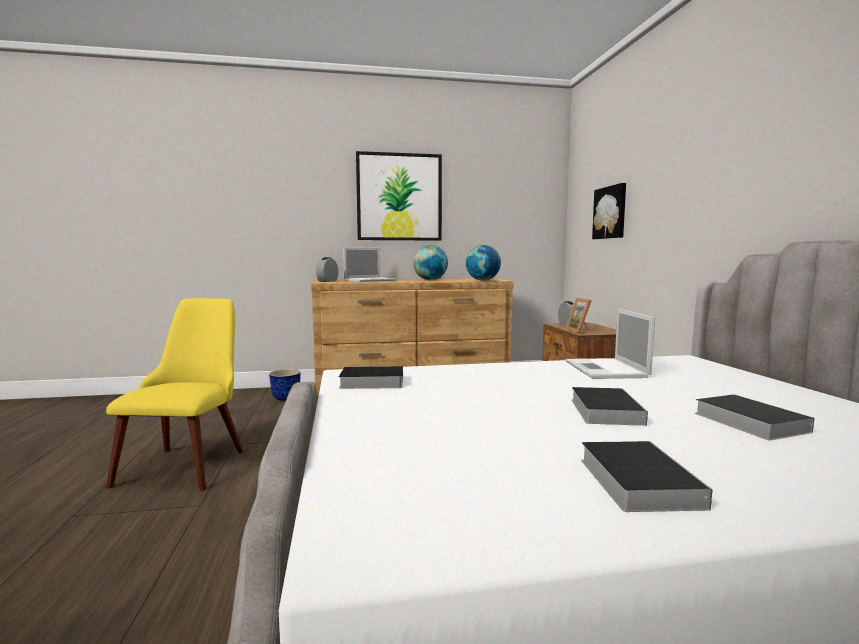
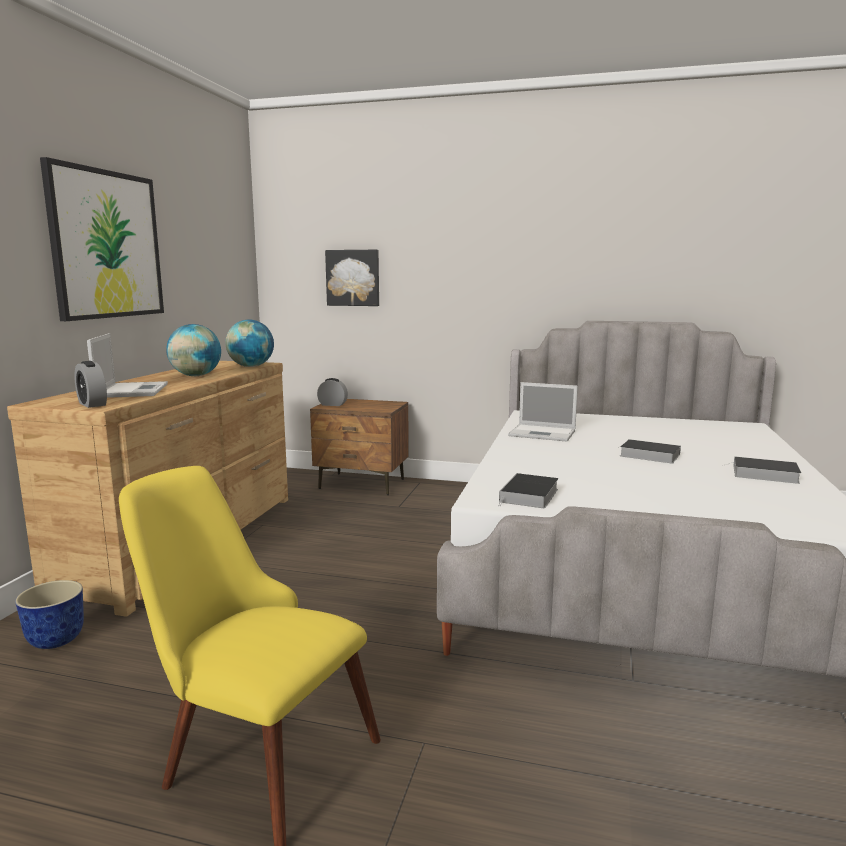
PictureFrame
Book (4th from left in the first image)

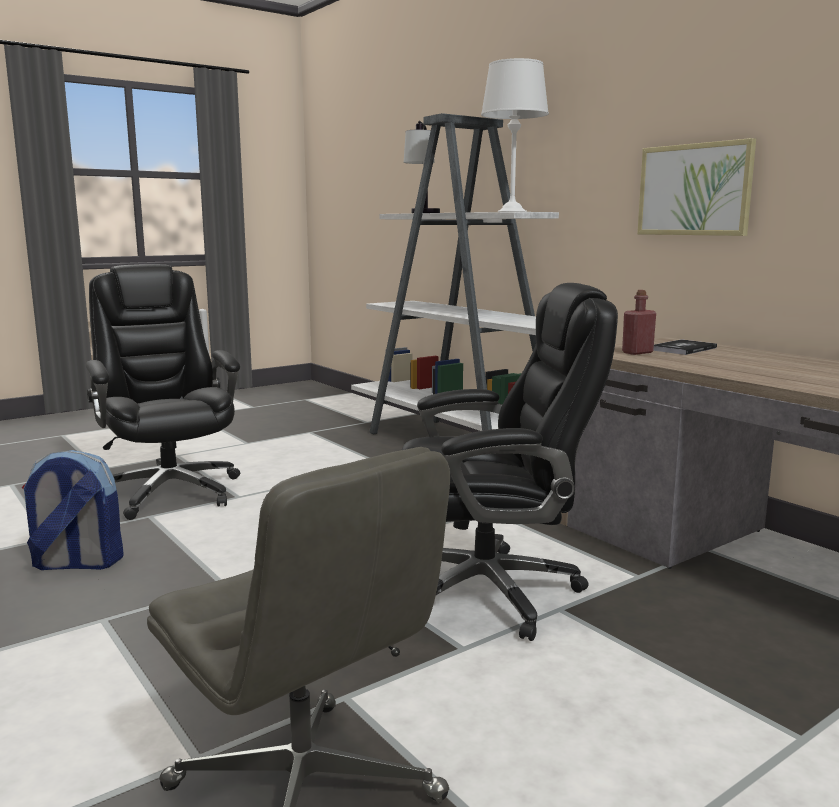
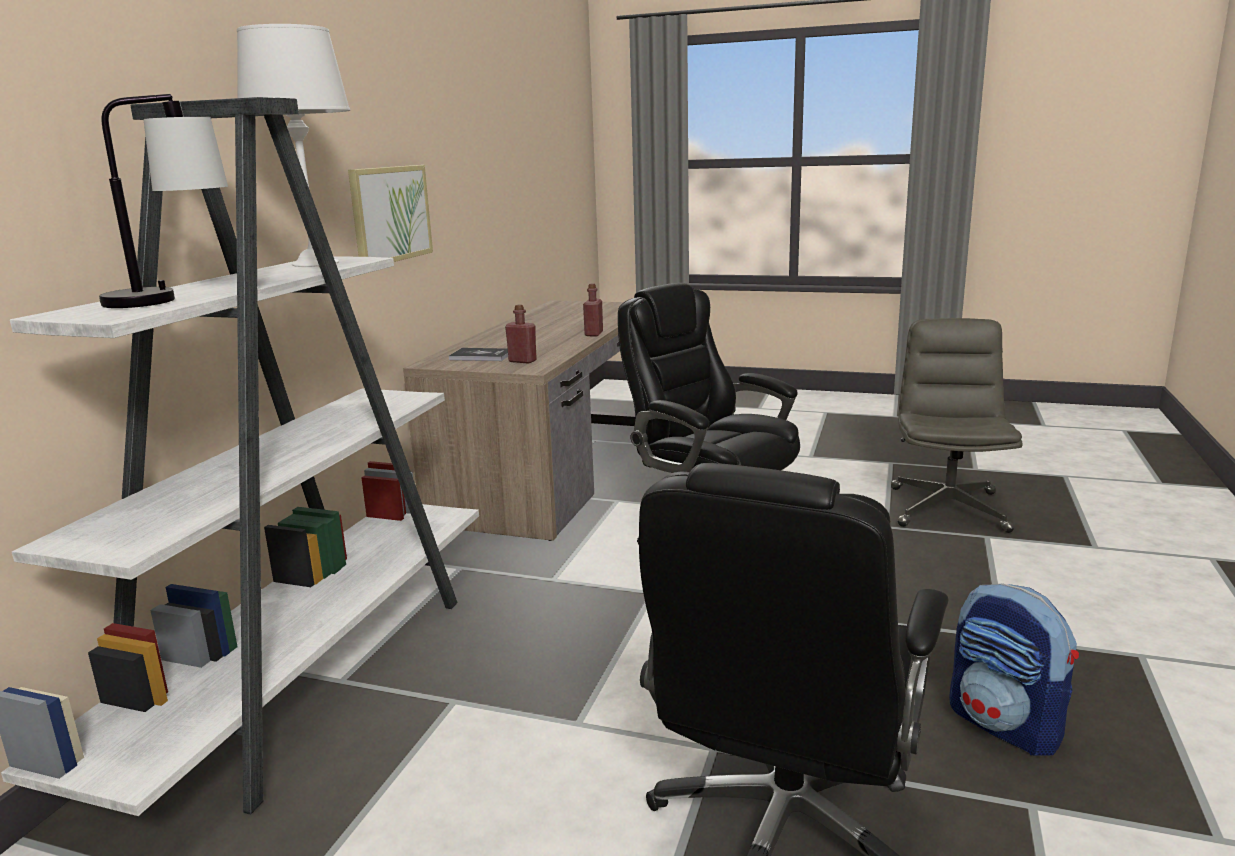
RedBottle (2nd from left)

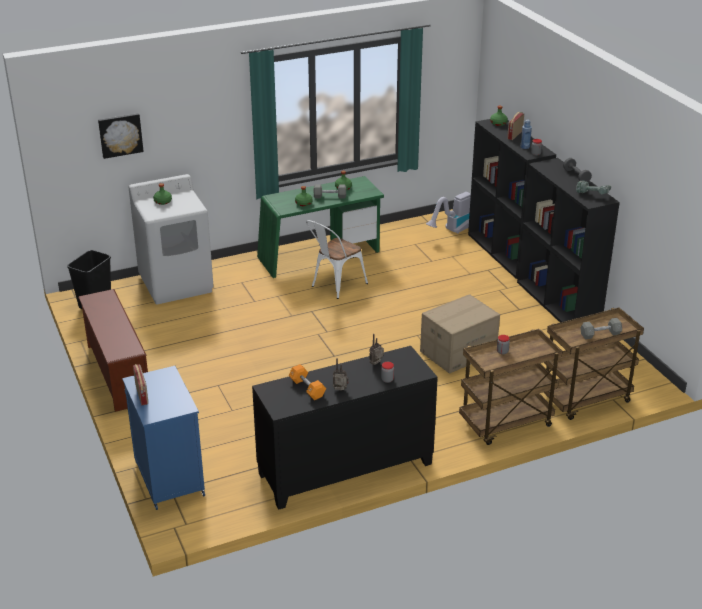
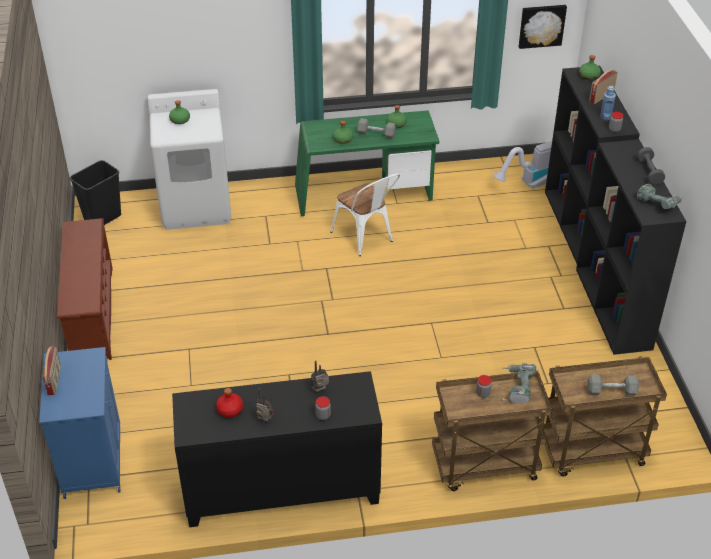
RedBottle
WhiteChair
PowerDrill (1st from left)
Picture
CardboardBox

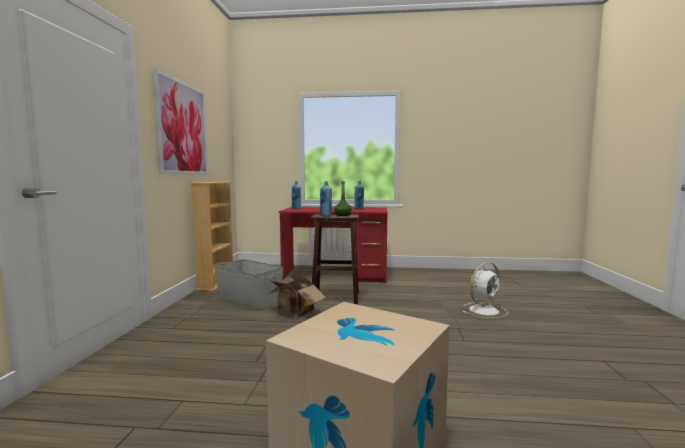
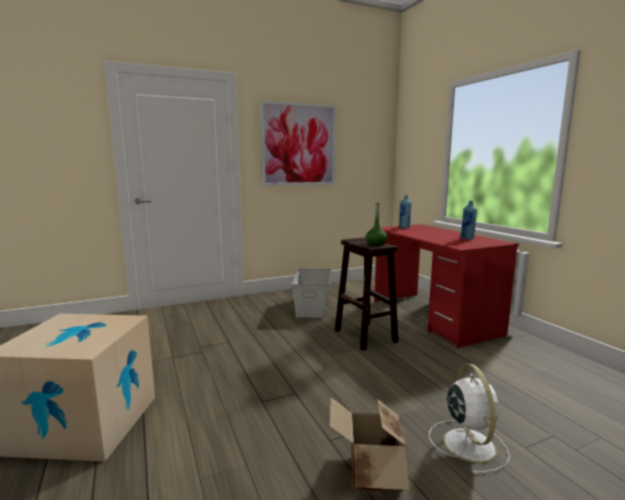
CardboardBox (2nd from left)
WhiteFan
BeigeBookcase
BlueBottle (2nd from left in the first image)

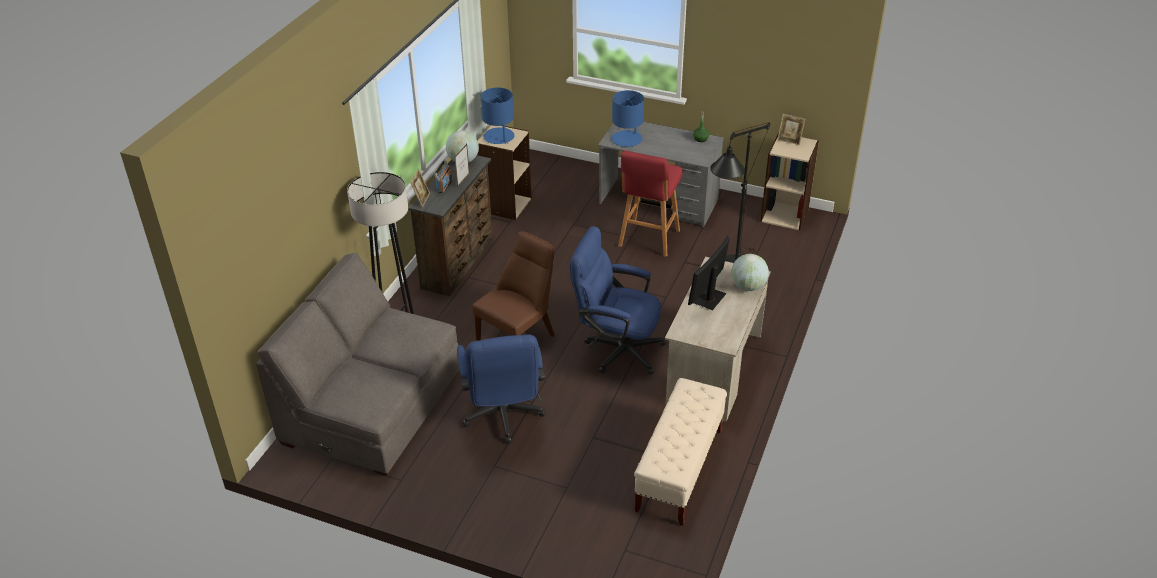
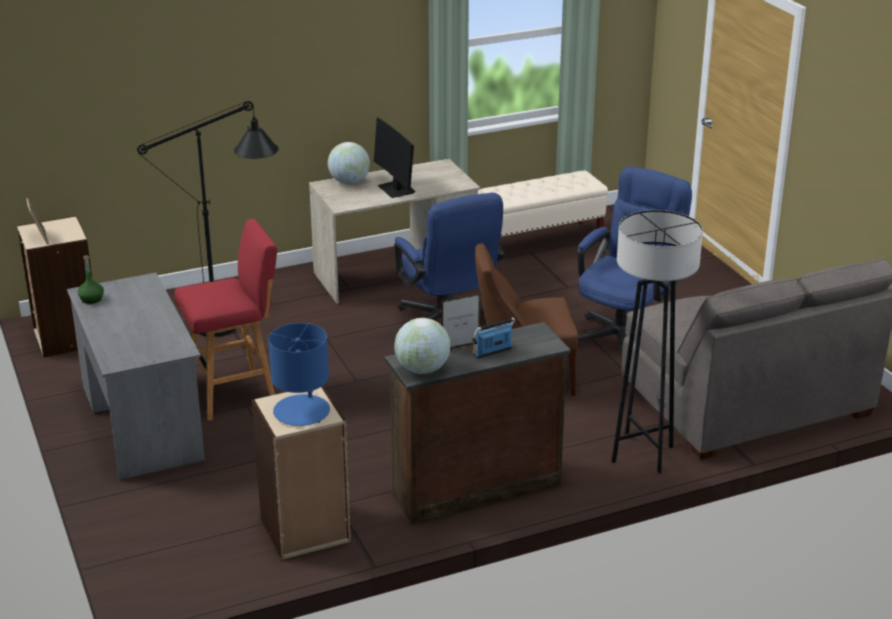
Monitor
PictureFrame (1st from left in the first image)
BlueTableLamp (2nd from left in the first image)

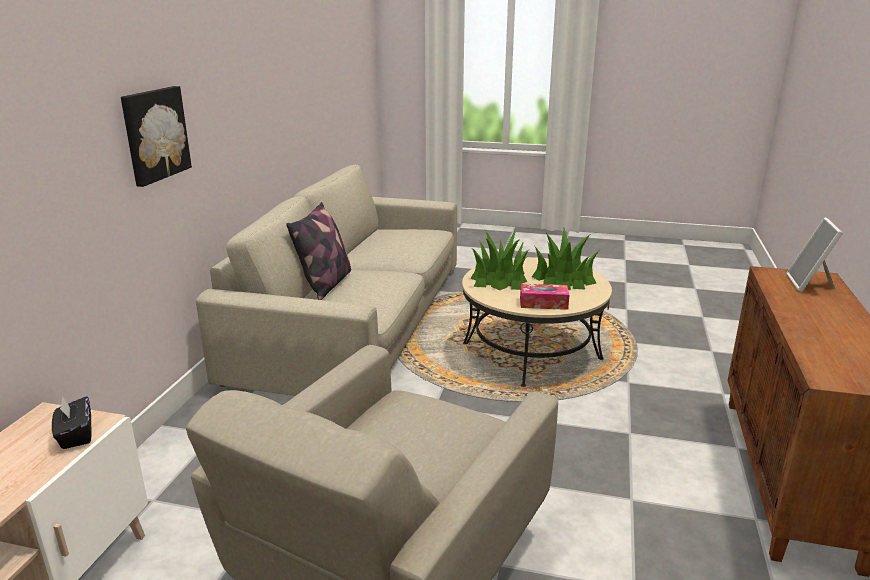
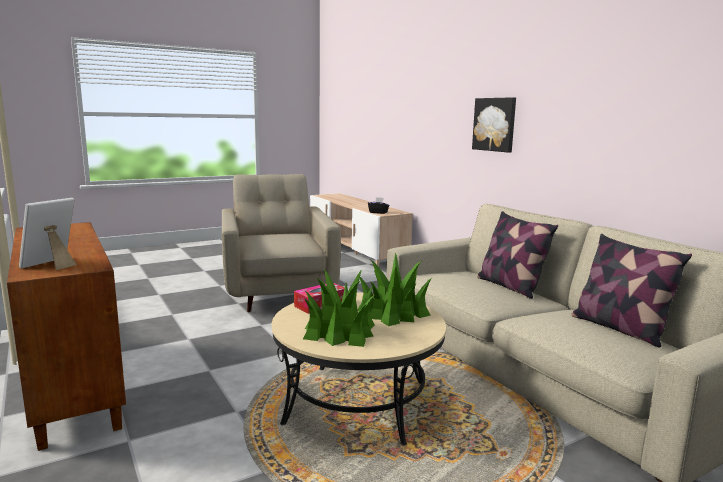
PictureFrame
Pillow (2nd from left)

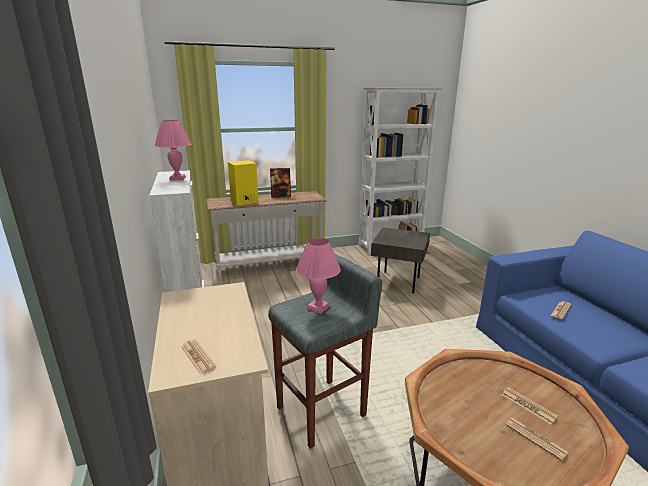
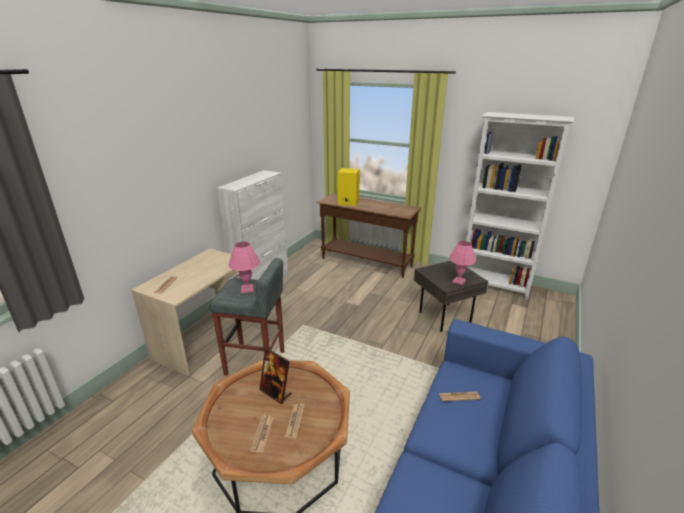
PictureFrame
BrownConsoleTable
PinkTableLamp (2nd from left)

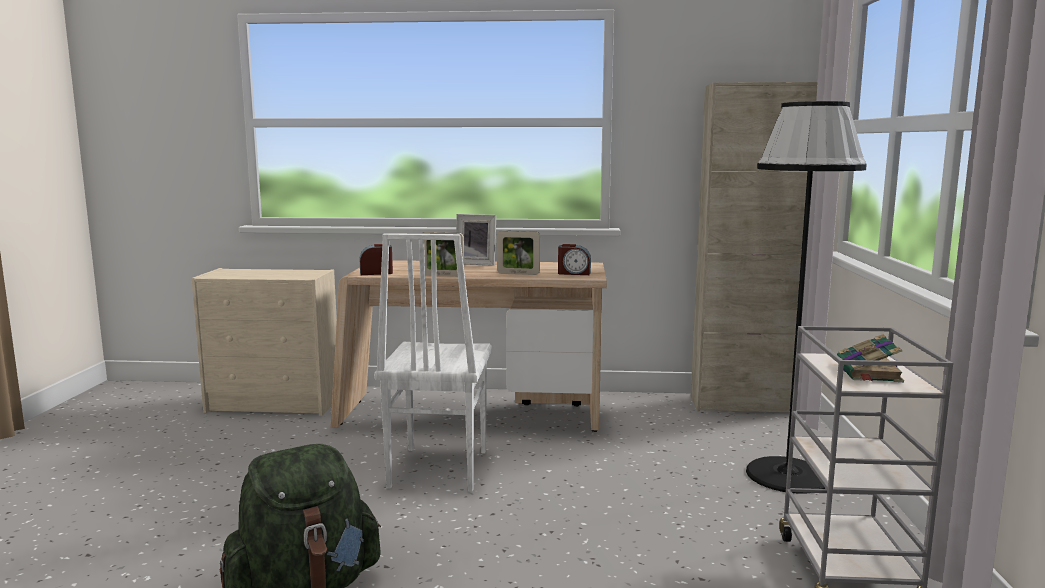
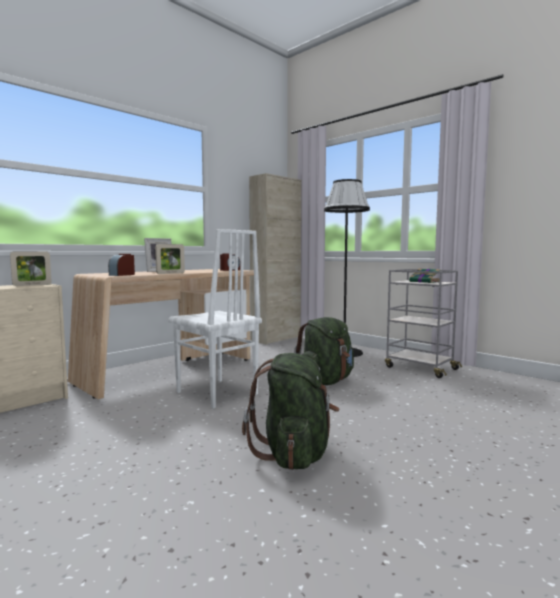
PictureFrame (1st from left)
GreenBackpack (2nd from left)

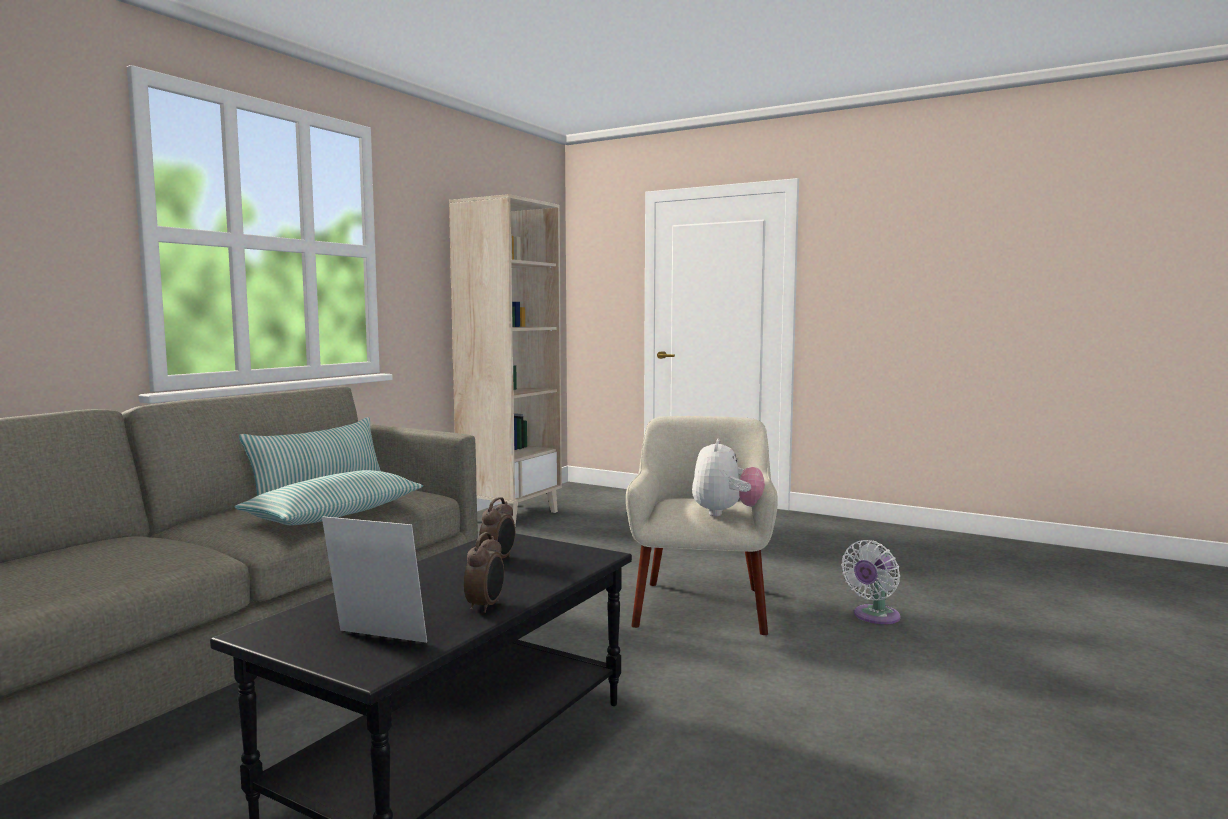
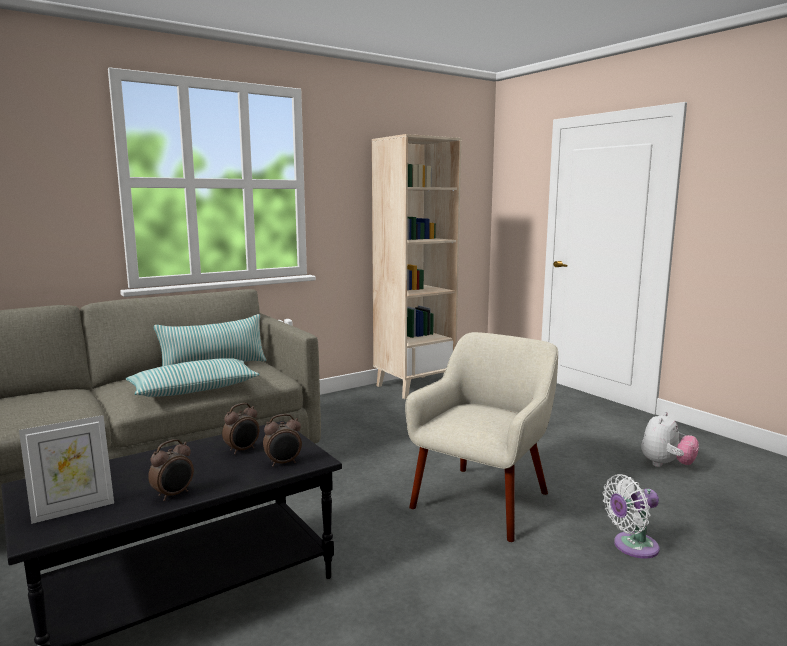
PictureFrame
AlarmClock (3rd from left)
PlushToy

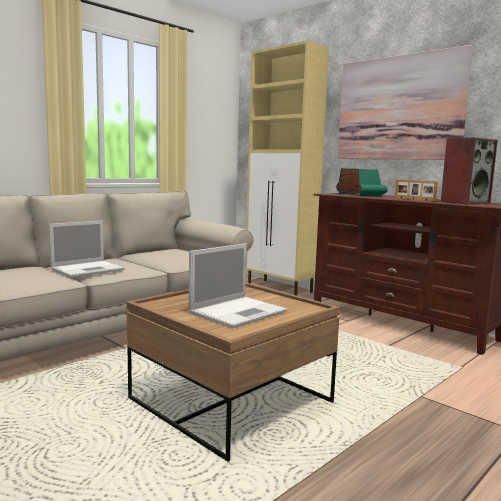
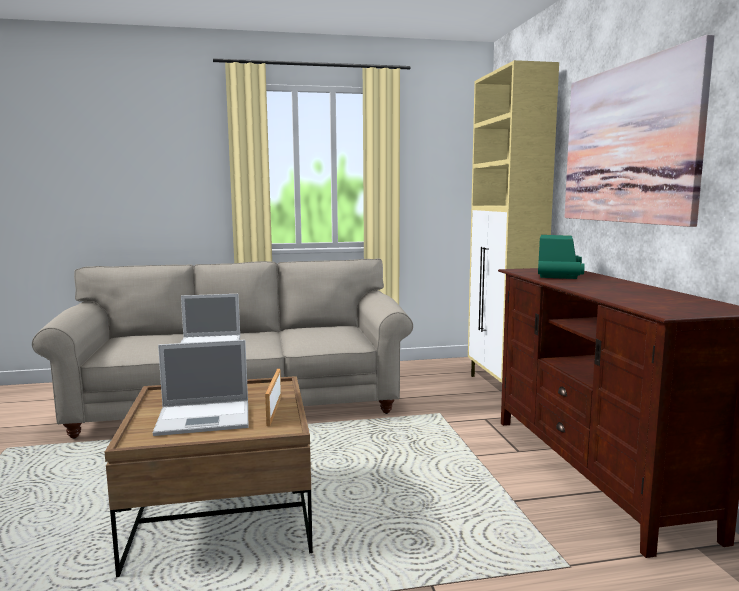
PictureFrame
Speaker

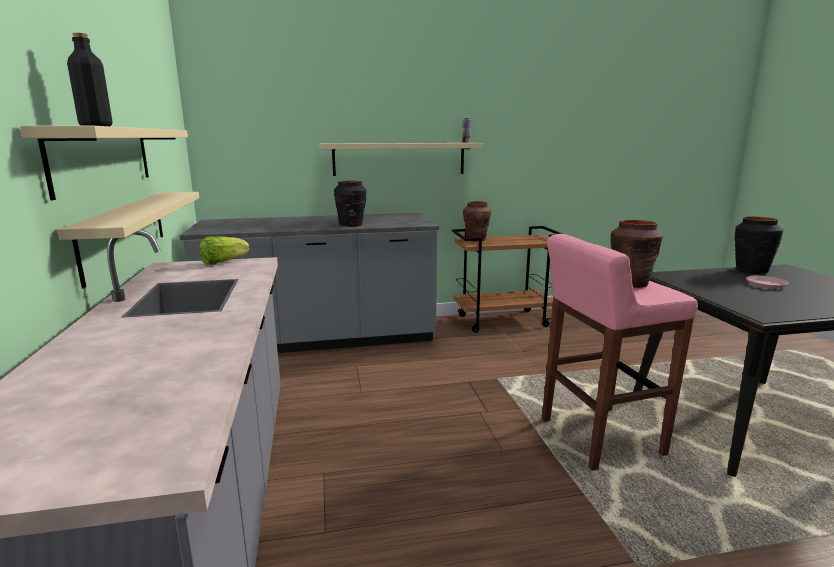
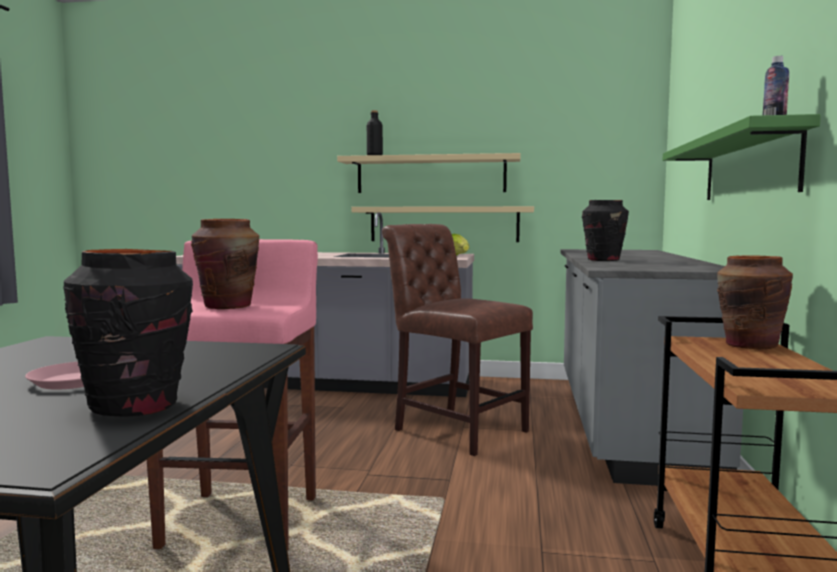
BrownChair
GreenShelf

